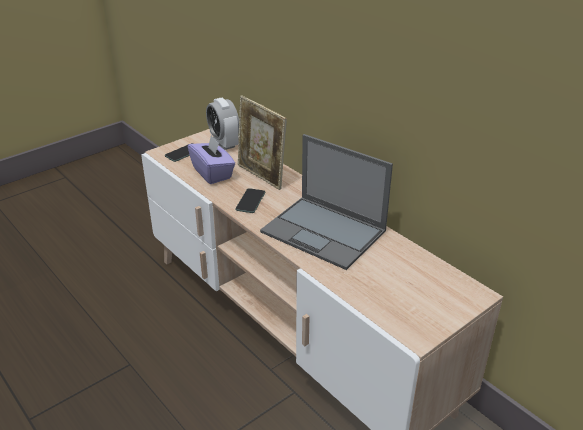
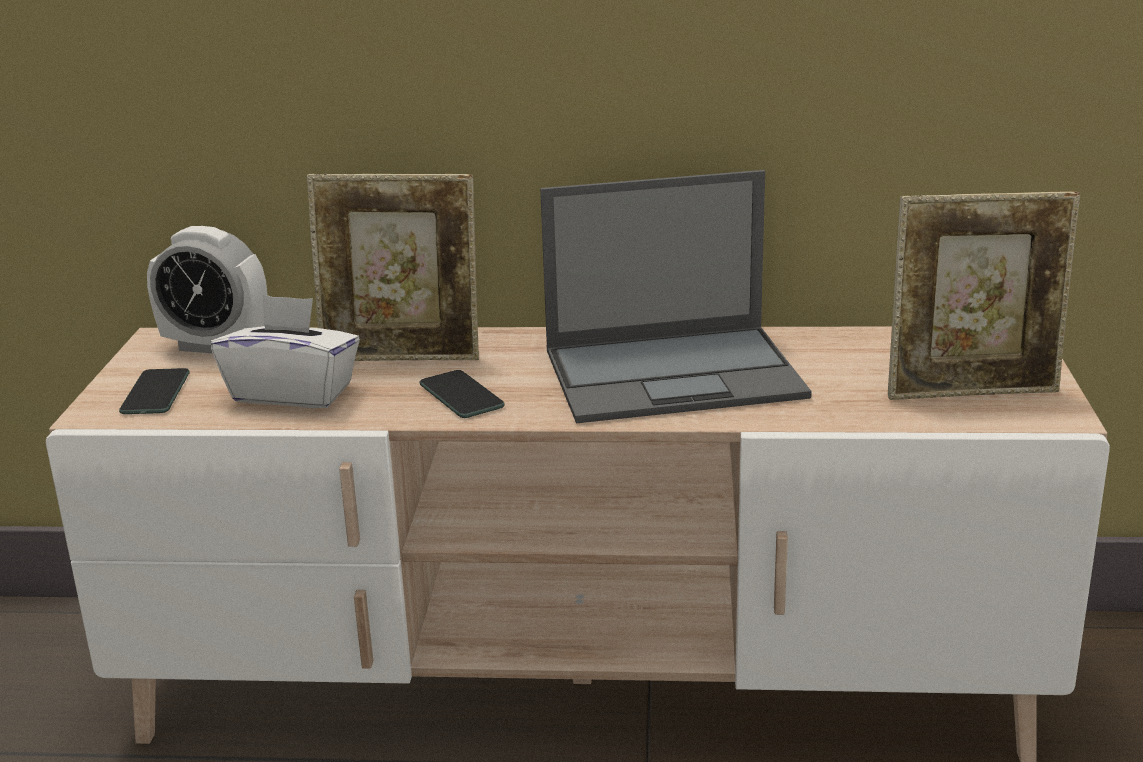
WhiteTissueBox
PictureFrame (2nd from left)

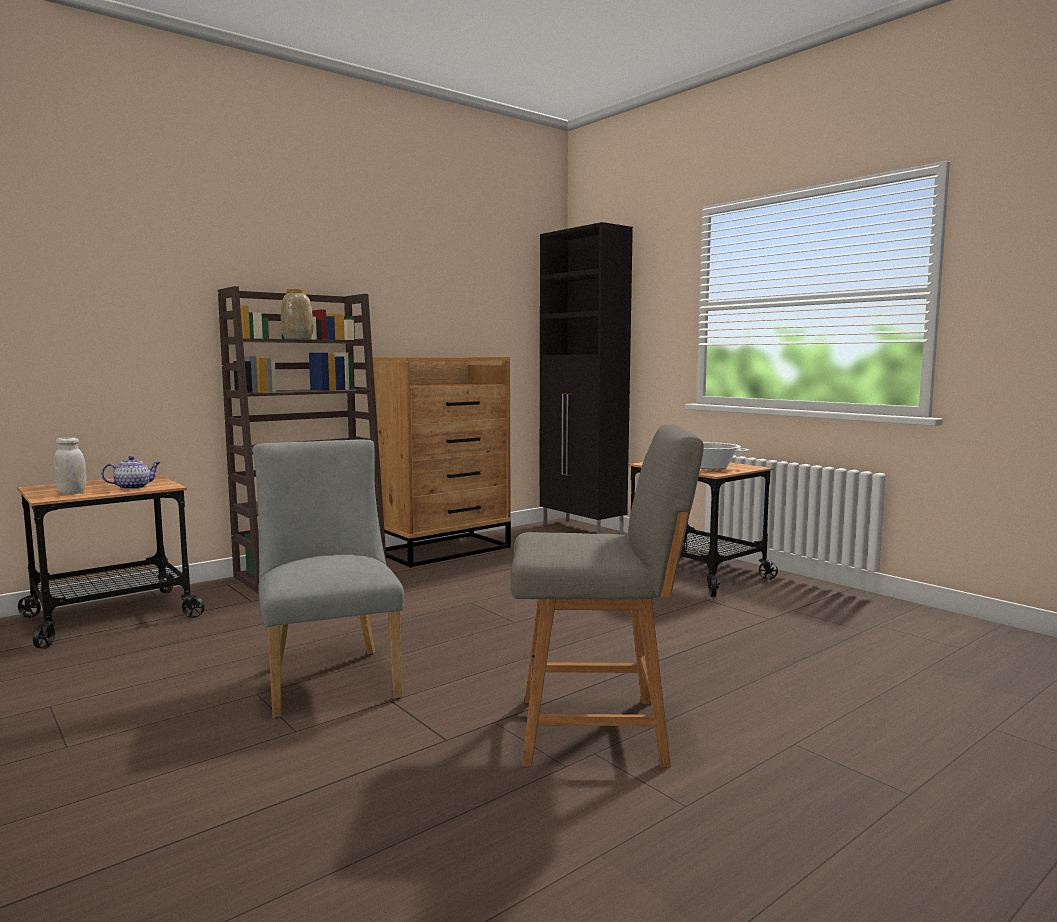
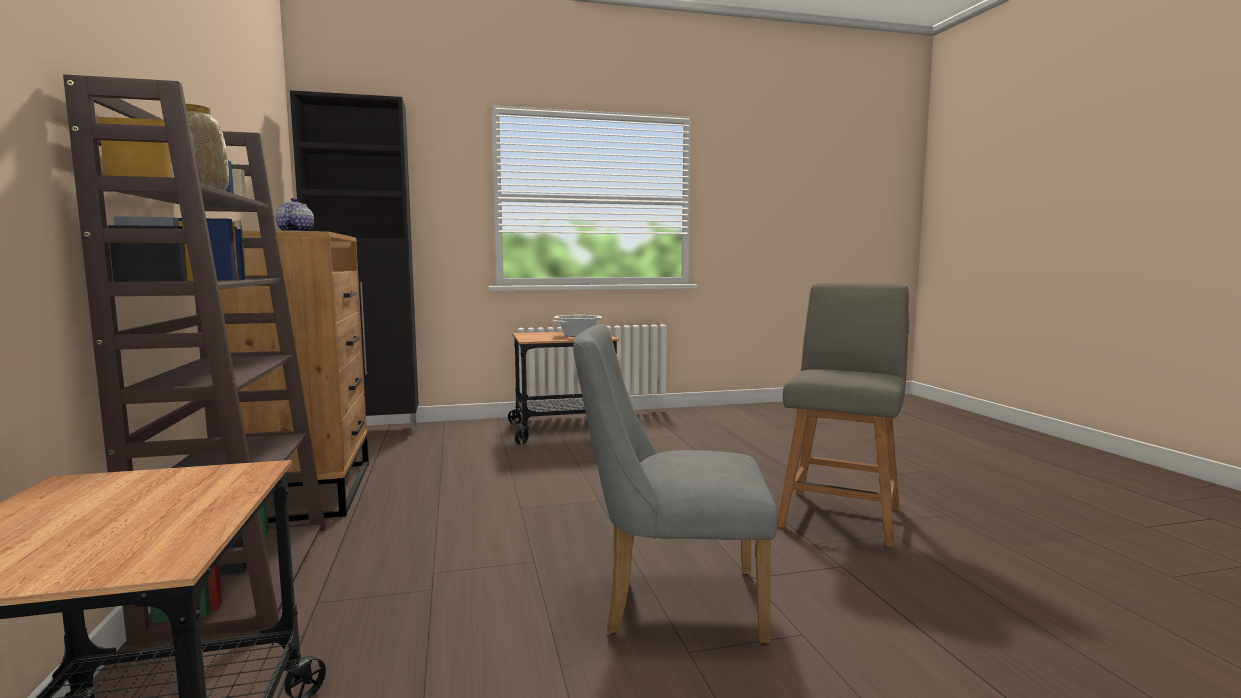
Teapot
WhiteJar

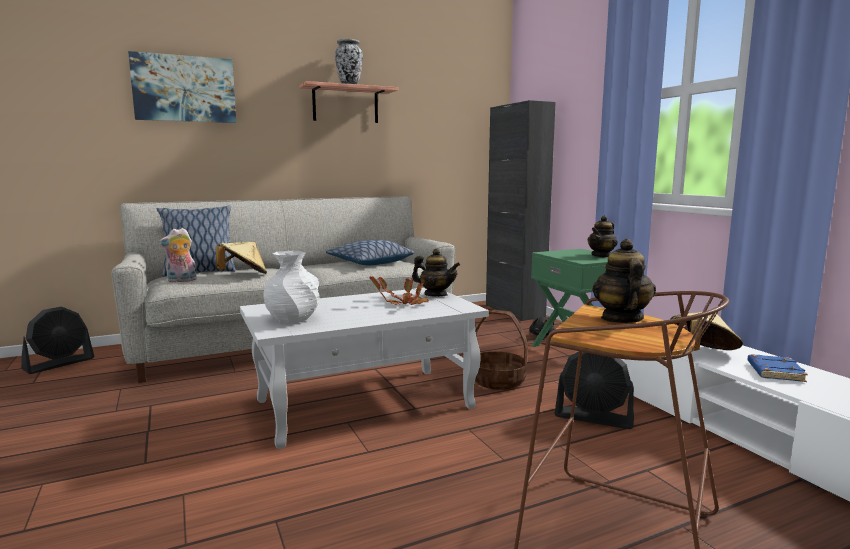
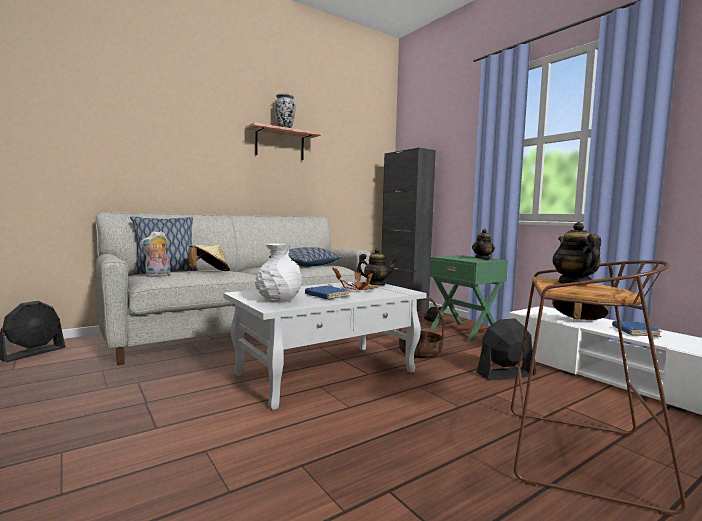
BlueBook (1st from left)
BlackFan (2nd from left)
Picture

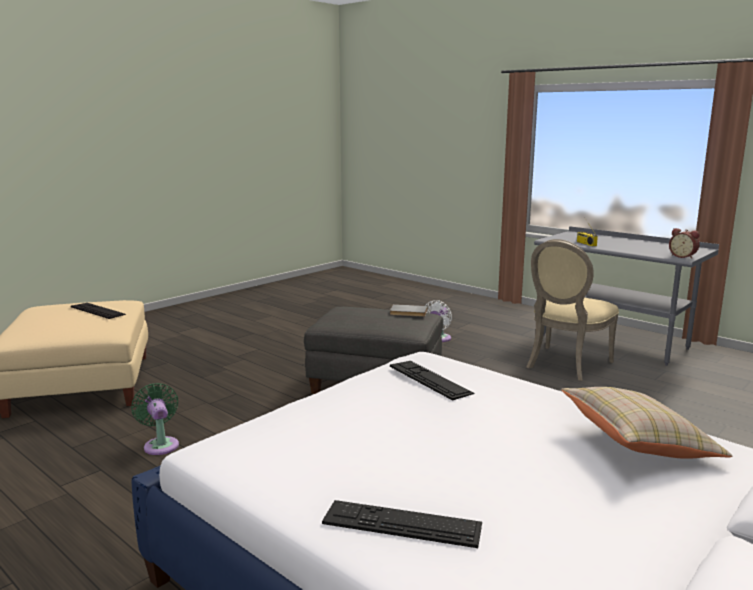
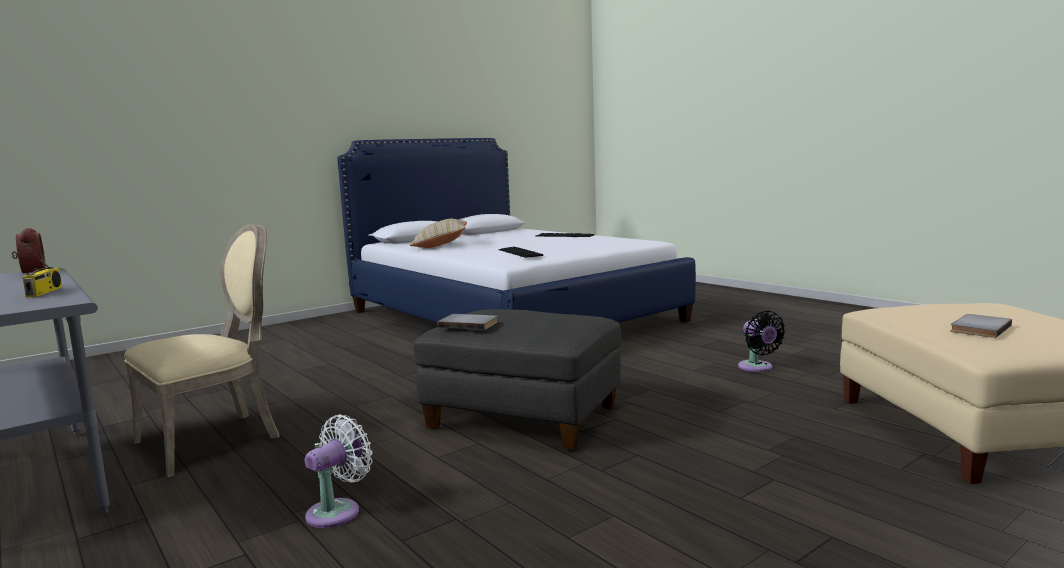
BlackFan
GreyBook (2nd from left)

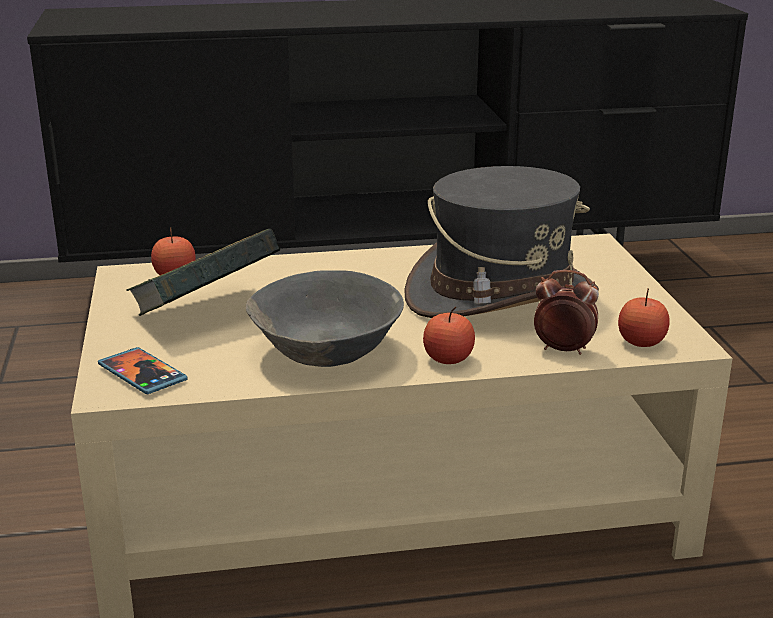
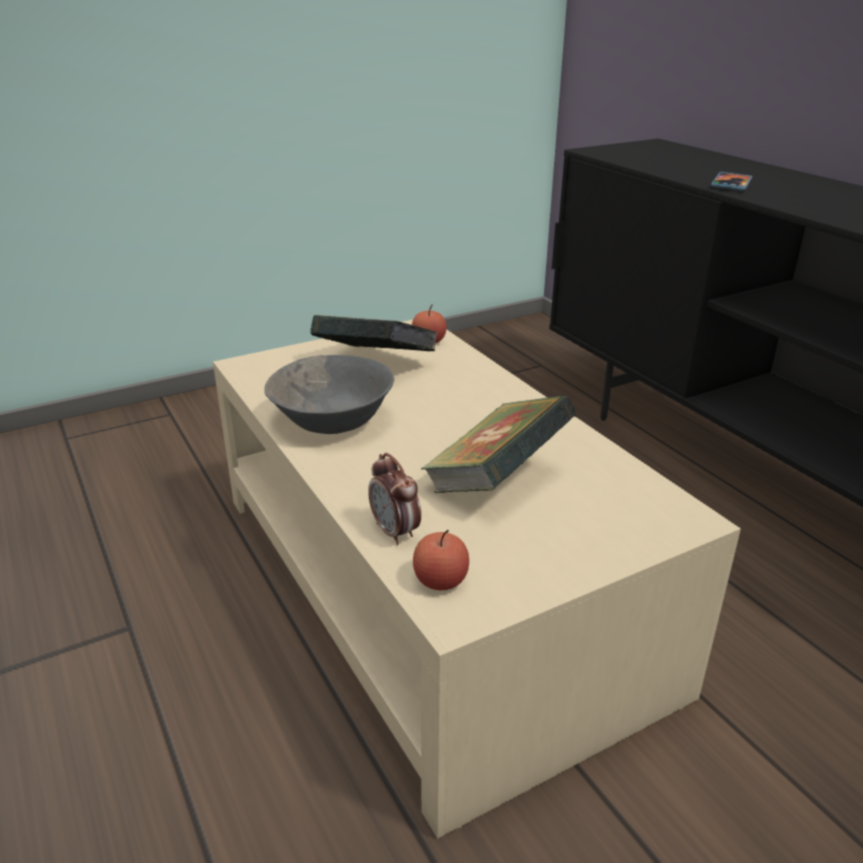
AlarmClock
Book (2nd from left)
Phone
Apple (2nd from left in the first image)

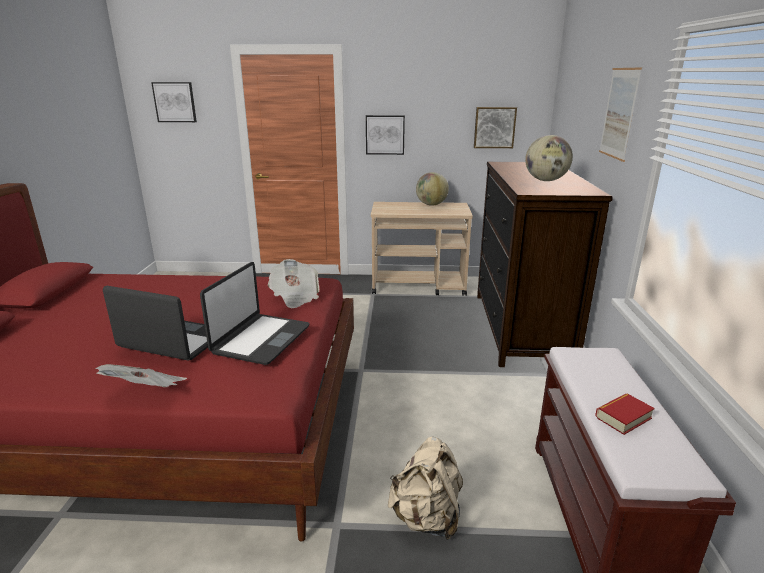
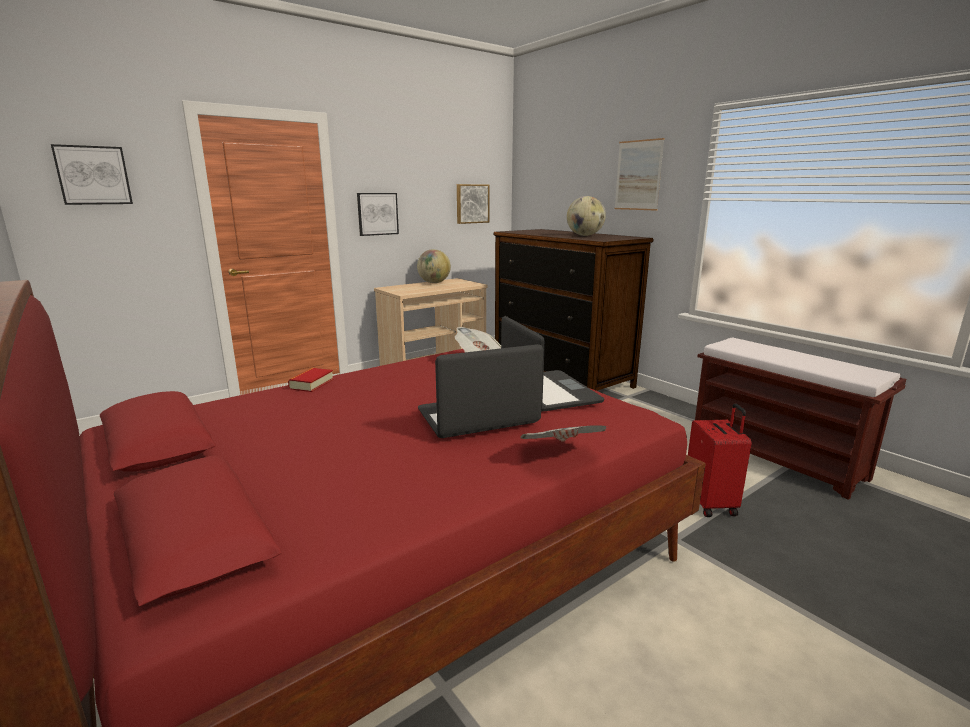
Book
RedSuitcase

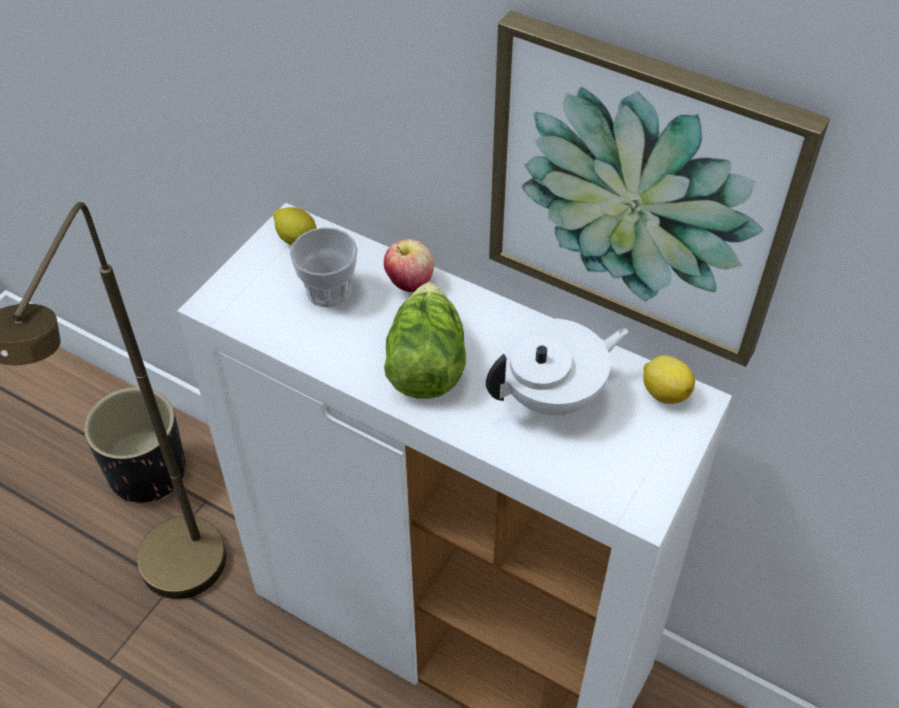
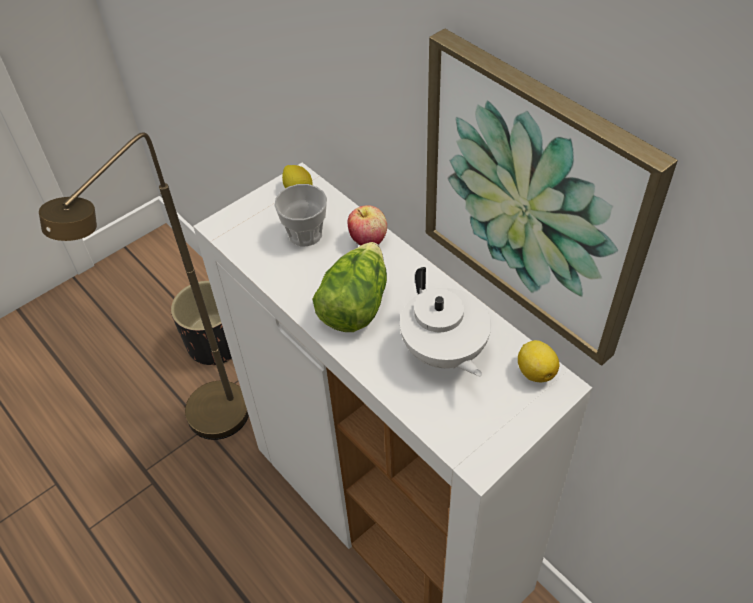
WhiteTeapot

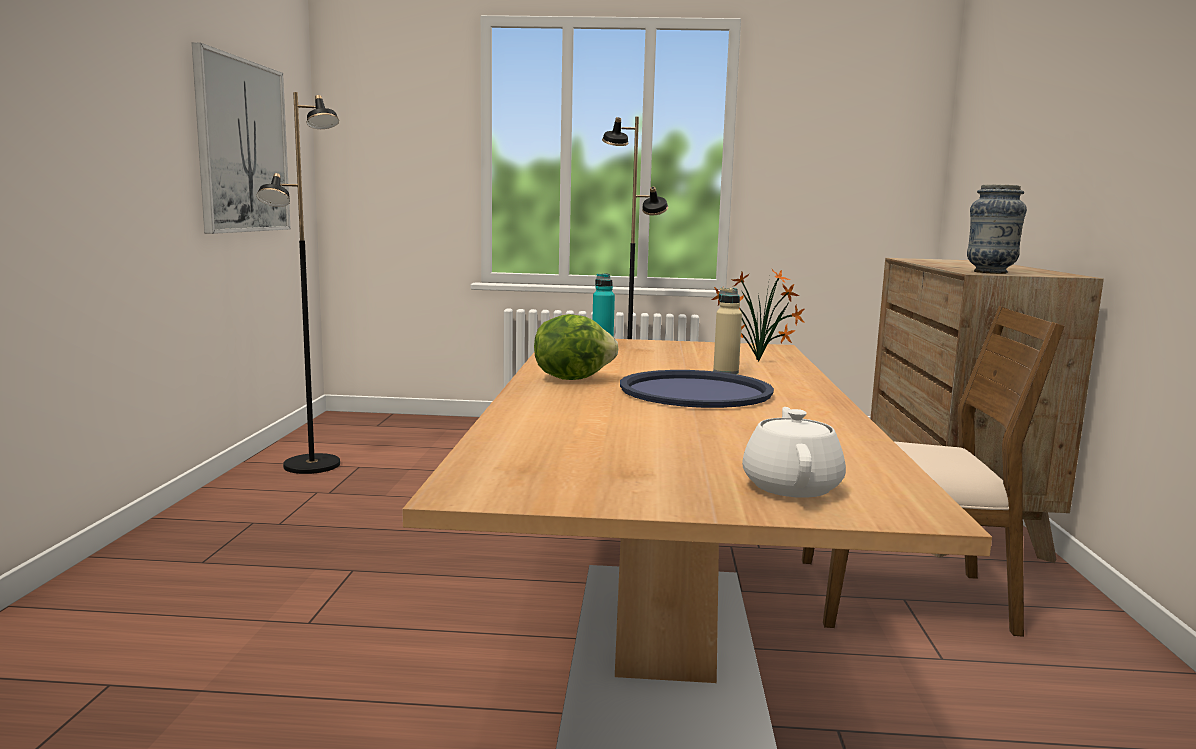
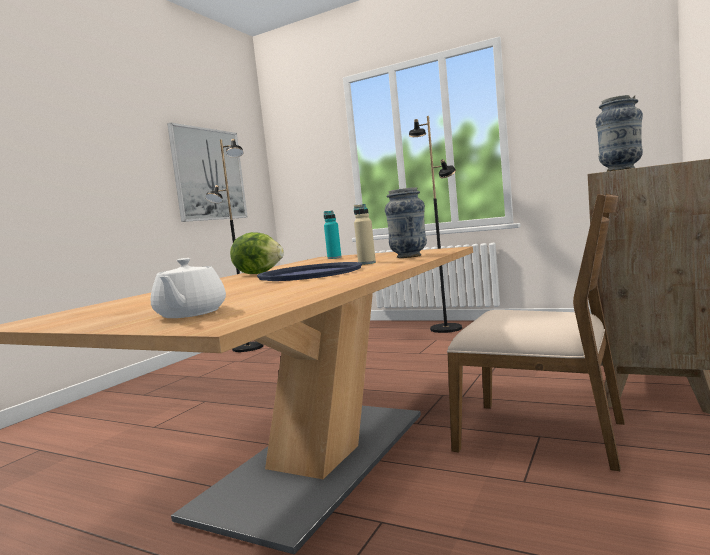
WhiteTeapot
Vase (1st from left)

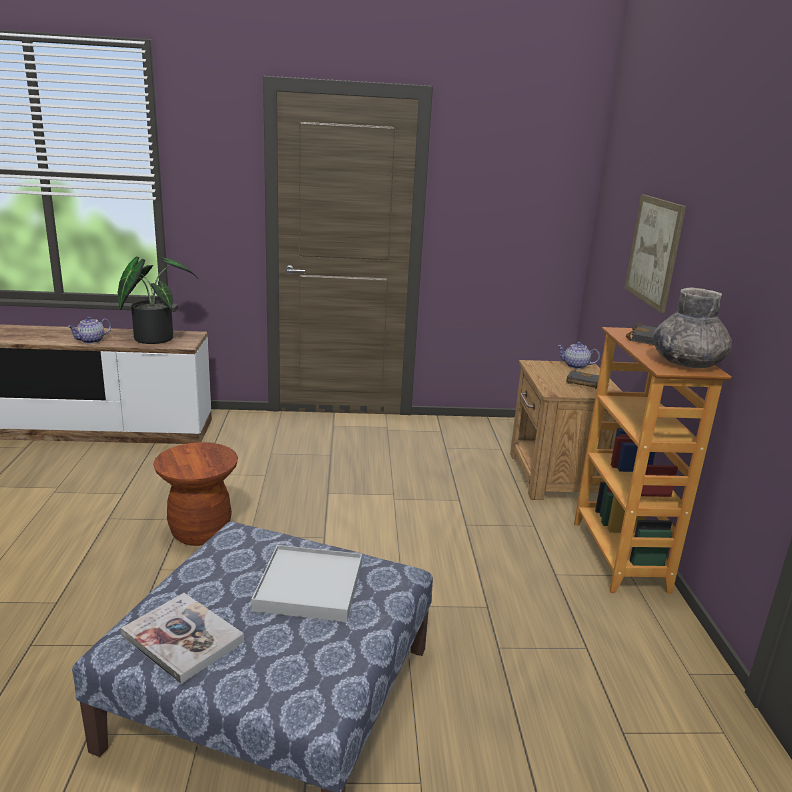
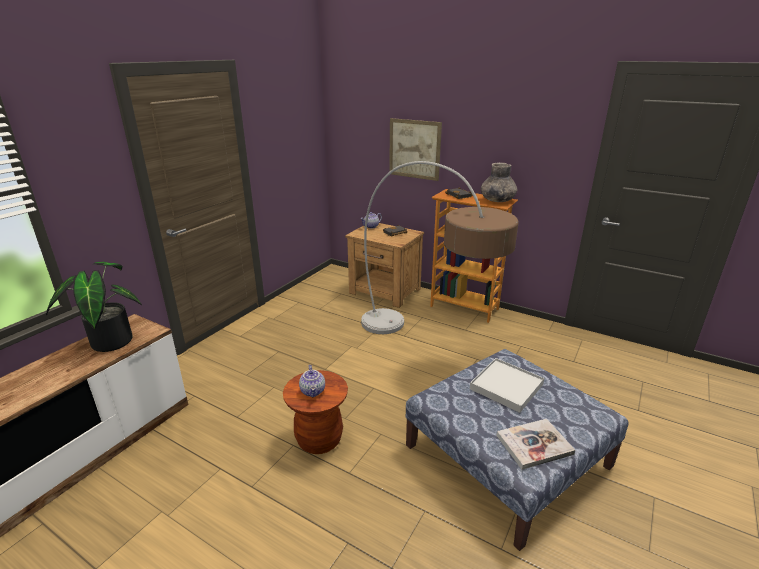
Teapot (1st from left)
FloorLamp

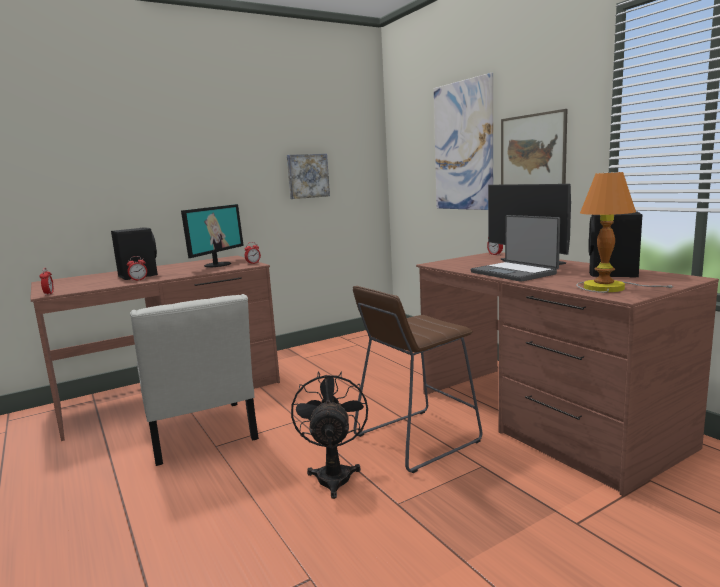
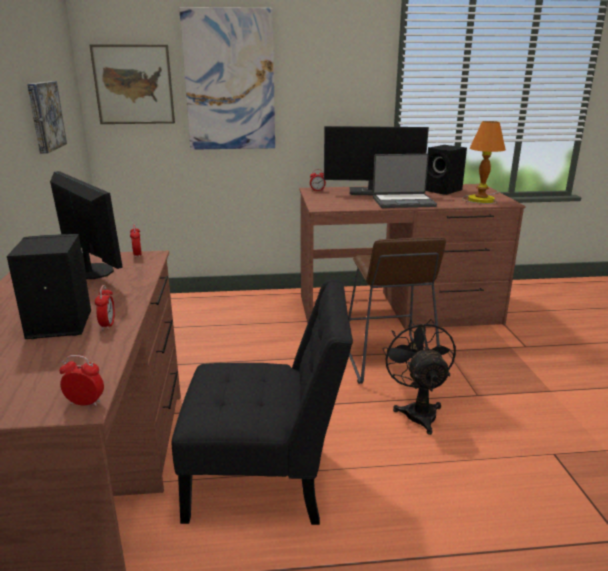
Picture (2nd from left)
BlackChair
BlackFan

